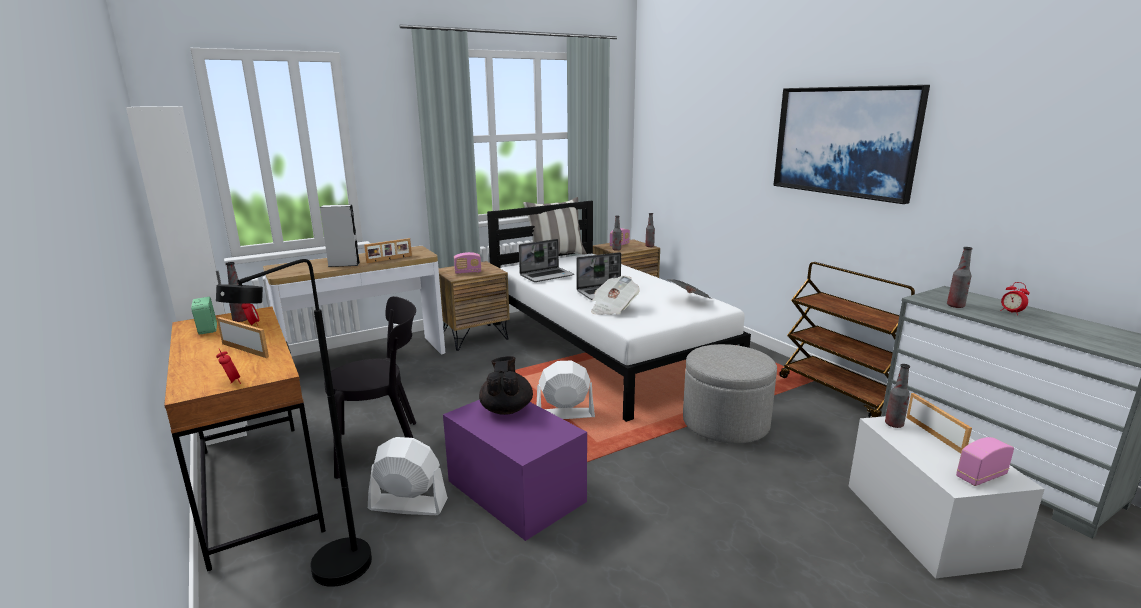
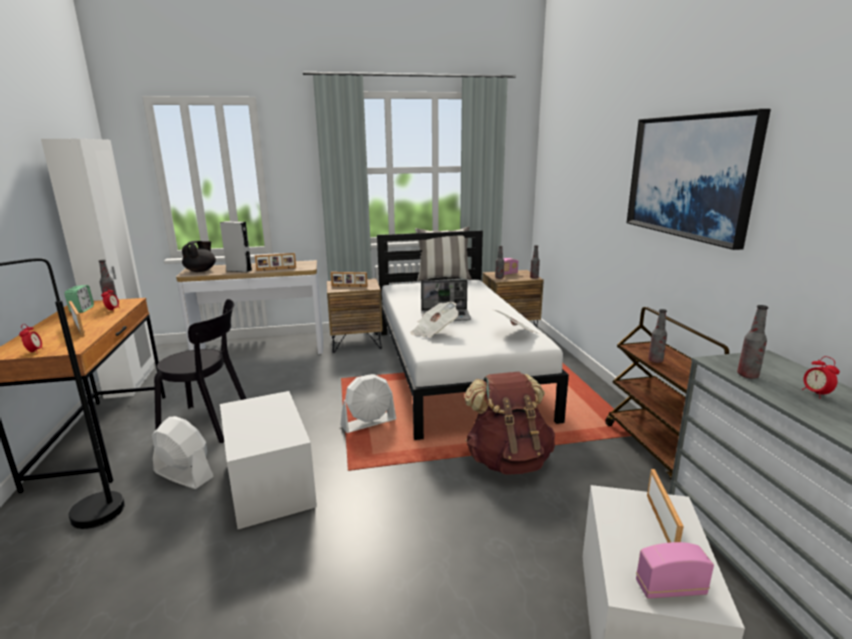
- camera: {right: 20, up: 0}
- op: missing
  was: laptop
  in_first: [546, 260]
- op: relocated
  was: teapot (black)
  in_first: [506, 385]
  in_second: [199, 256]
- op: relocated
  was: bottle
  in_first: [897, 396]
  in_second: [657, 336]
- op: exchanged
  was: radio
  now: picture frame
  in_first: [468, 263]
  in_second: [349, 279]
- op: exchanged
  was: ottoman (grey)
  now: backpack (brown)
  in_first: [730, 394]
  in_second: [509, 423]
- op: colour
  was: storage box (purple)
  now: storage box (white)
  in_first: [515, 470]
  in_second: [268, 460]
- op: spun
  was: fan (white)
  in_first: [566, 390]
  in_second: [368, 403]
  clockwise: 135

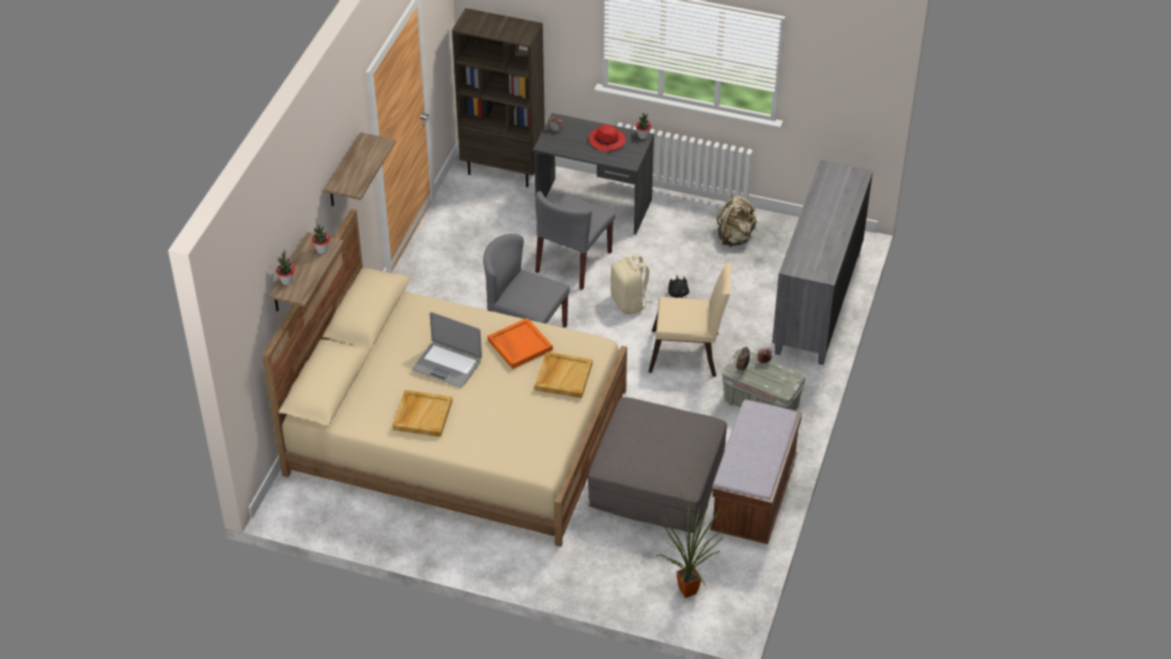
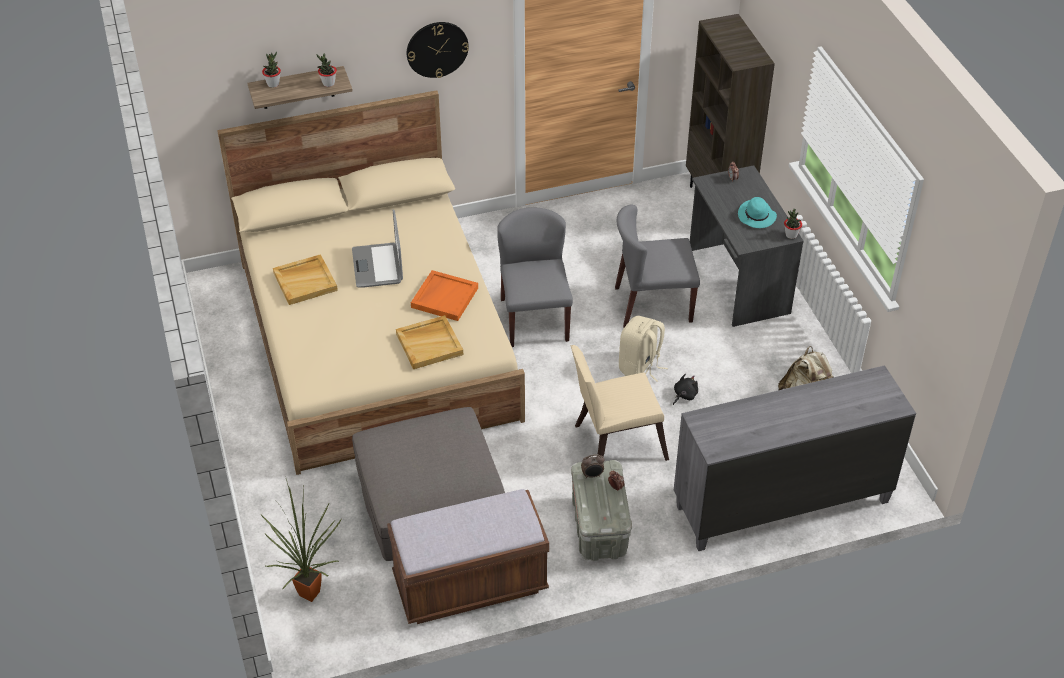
- camera: {right: 55, up: 0}
- op: exchanged
  was: shelf
  now: wall clock
  in_first: [360, 169]
  in_second: [438, 50]
- op: colour
  was: hat (red)
  now: hat (turquoise)
  in_first: [607, 138]
  in_second: [757, 212]
- op: spun
  was: chair (beige)
  in_first: [690, 320]
  in_second: [619, 403]
  clockwise: 105

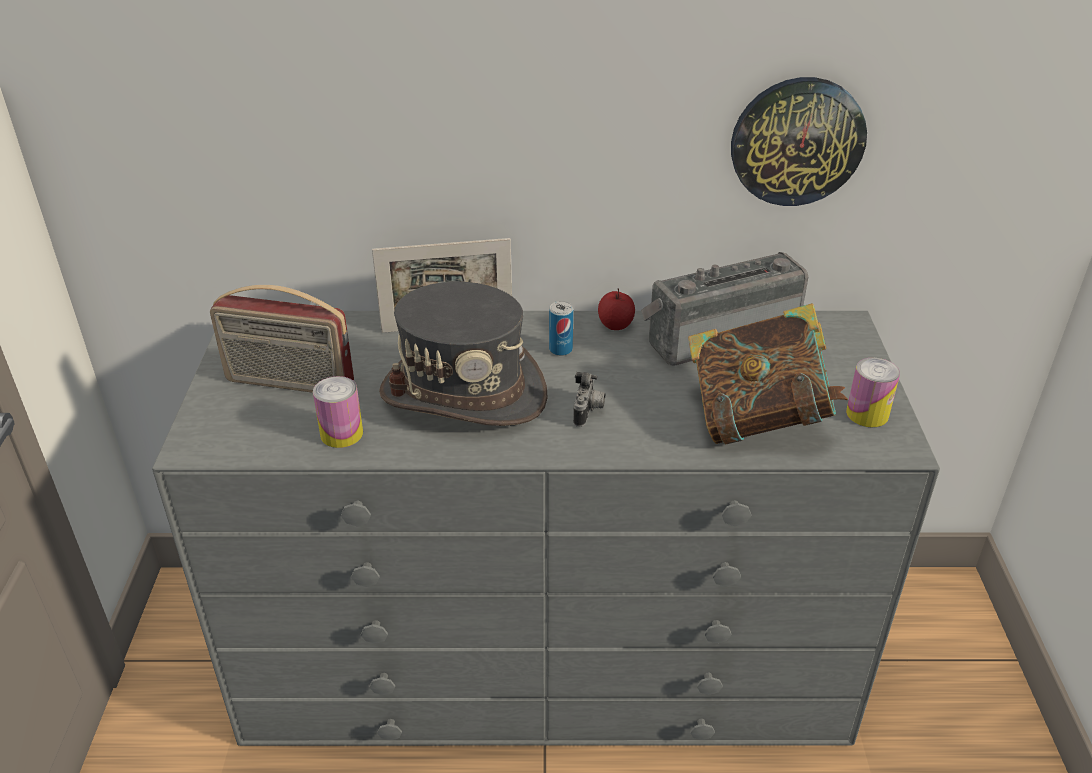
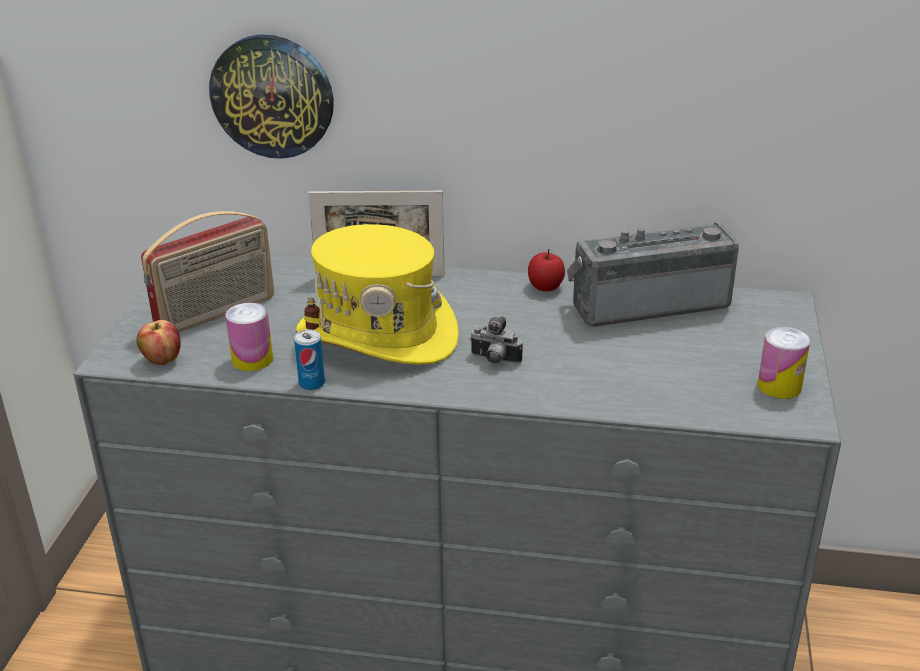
- camera: {right: 10, up: -5}
- op: missing
  was: book
  in_first: [768, 373]
- op: appeared
  now: apple
  in_second: [158, 342]
- op: relocated
  was: can
  in_first: [561, 328]
  in_second: [309, 360]
- op: relocated
  was: wall clock
  in_first: [799, 141]
  in_second: [271, 97]
- op: colour
  was: hat (grey)
  now: hat (yellow)
  in_first: [463, 354]
  in_second: [377, 294]
- op: spun
  was: radio
  in_first: [282, 339]
  in_second: [207, 271]
  clockwise: -60
- op: spun
  was: photo camera
  in_first: [589, 399]
  in_second: [496, 340]
  clockwise: 90

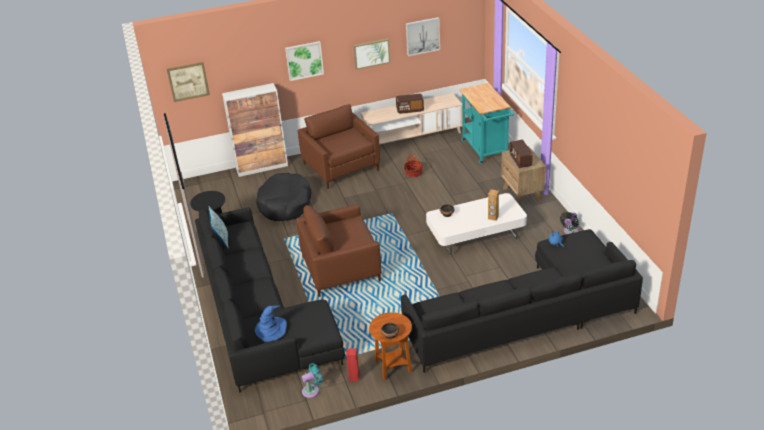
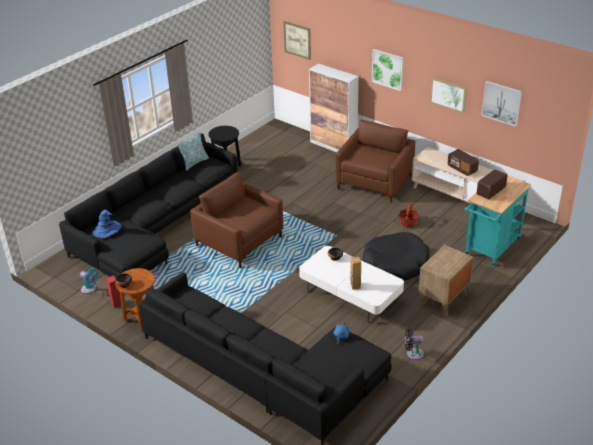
- camera: {right: 55, up: 0}
- op: relocated
  was: dog bed (black)
  in_first: [283, 197]
  in_second: [396, 256]
- op: relocated
  was: radio
  in_first: [521, 153]
  in_second: [492, 184]

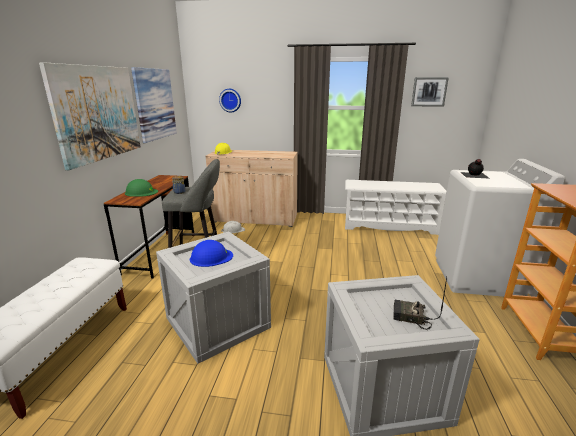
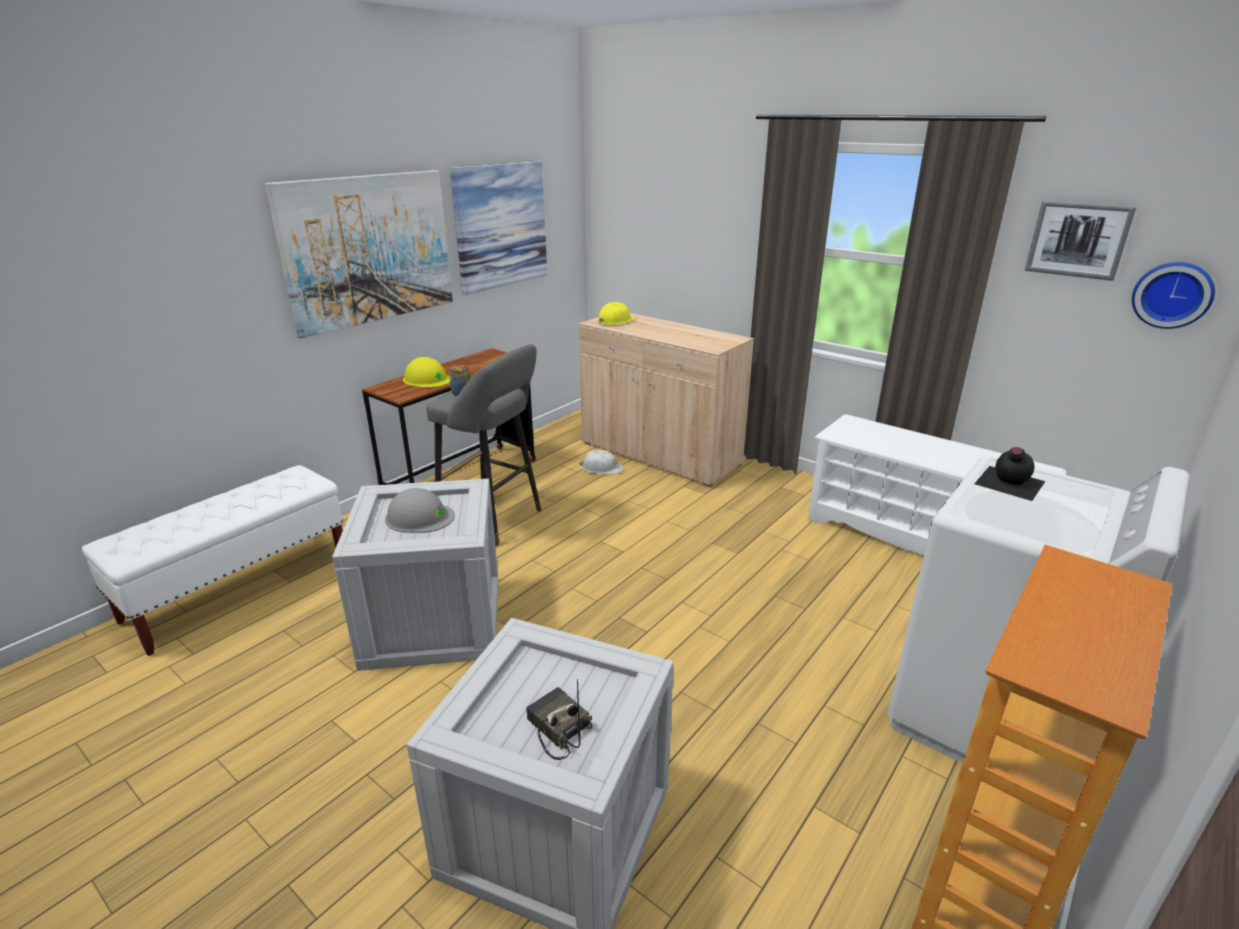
- camera: {right: 30, up: 5}
- op: relocated
  was: wall clock
  in_first: [230, 100]
  in_second: [1173, 295]
- op: colour
  was: hard hat (green)
  now: hard hat (yellow)
  in_first: [141, 188]
  in_second: [426, 372]
- op: colour
  was: hard hat (blue)
  now: hard hat (grey)
  in_first: [211, 253]
  in_second: [420, 510]

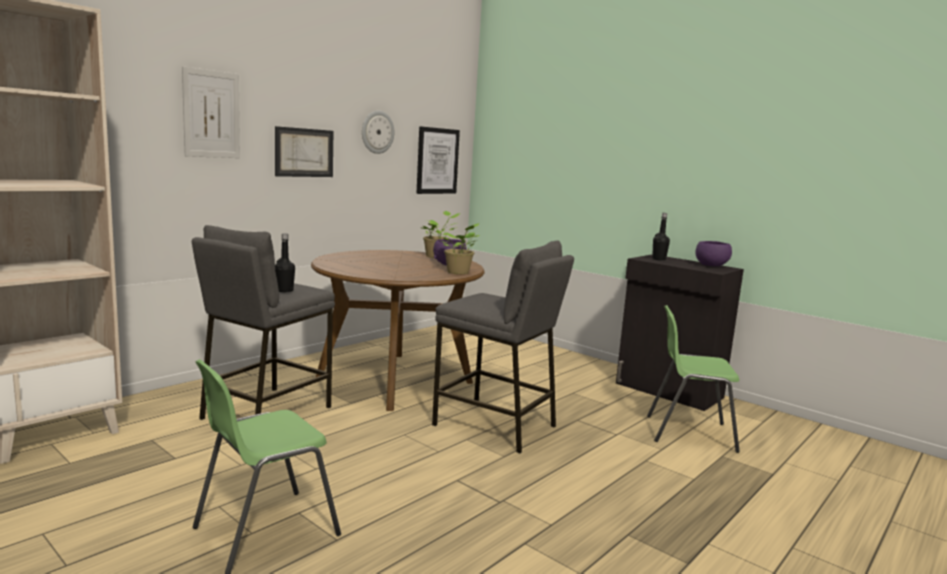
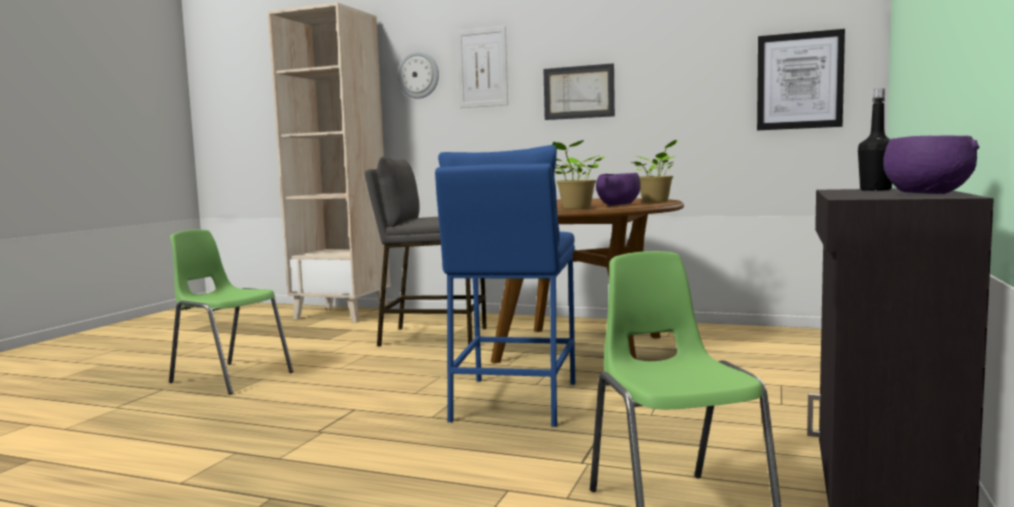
- camera: {right: 70, up: -5}
- op: missing
  was: bottle (black)
  in_first: [285, 263]
- op: relocated
  was: wall clock
  in_first: [378, 132]
  in_second: [418, 75]
- op: colour
  was: stool (grey)
  now: stool (blue)
  in_first: [503, 346]
  in_second: [505, 286]

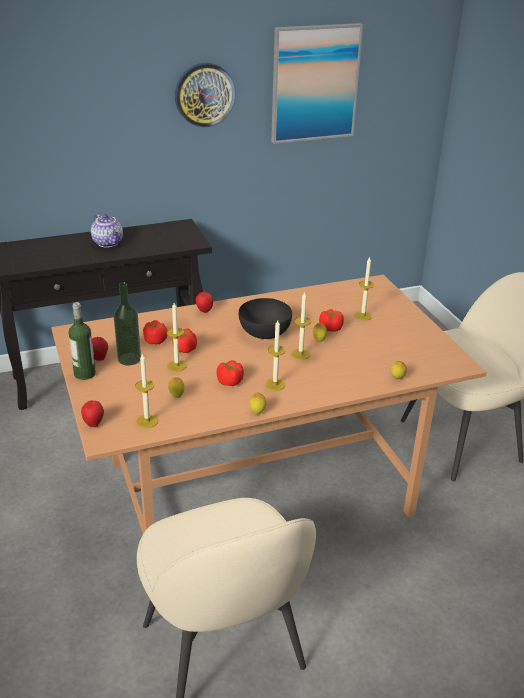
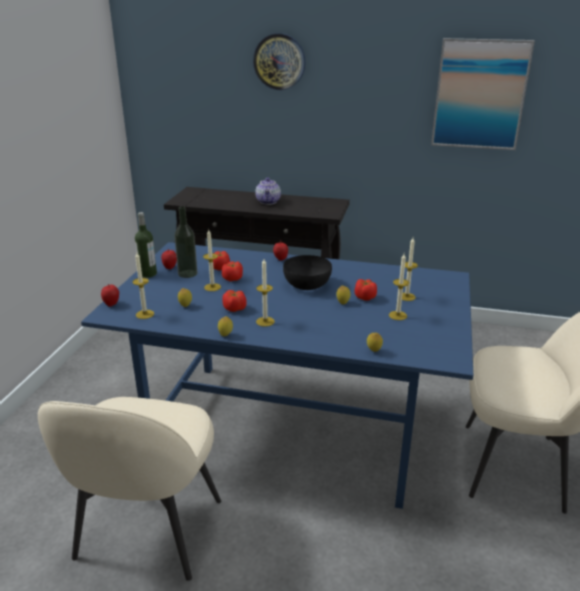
- camera: {right: 35, up: -5}
- op: relocated
  was: wall clock
  in_first: [205, 95]
  in_second: [279, 61]
- op: relocated
  was: candle
  in_first: [301, 325]
  in_second: [399, 287]
- op: colour
  was: dining table (brown)
  now: dining table (blue)
  in_first: [269, 404]
  in_second: [277, 375]

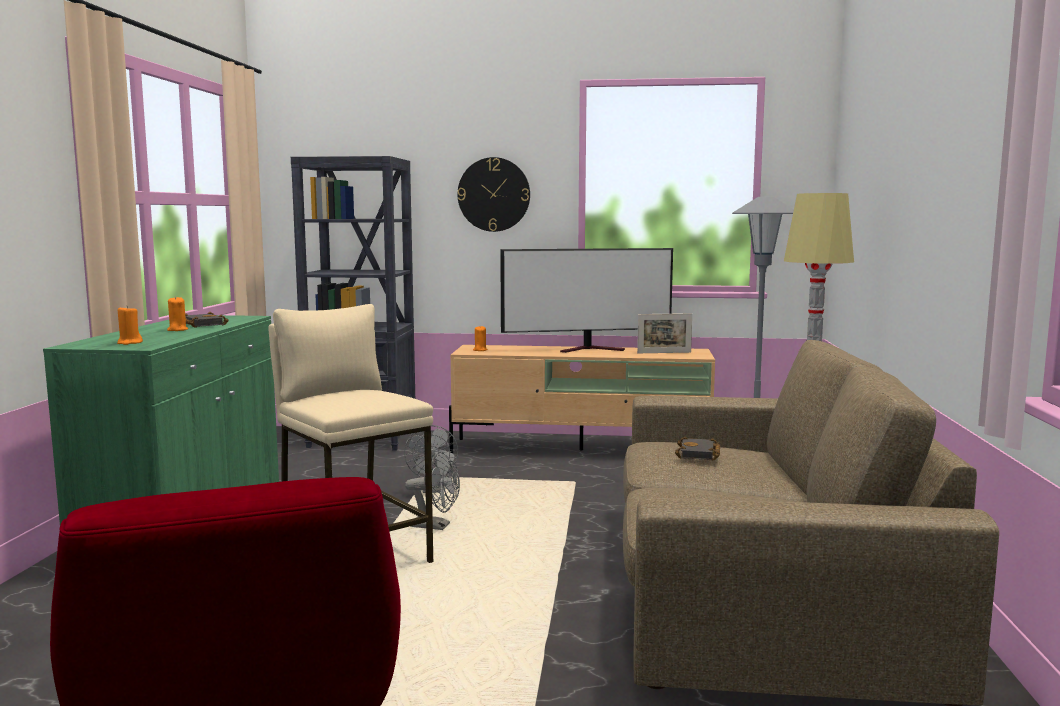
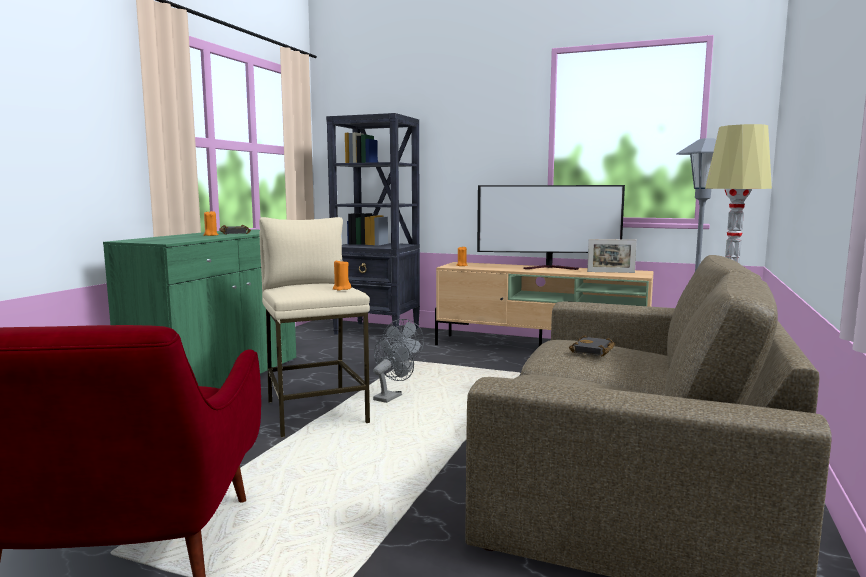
- camera: {right: 15, up: 0}
- op: missing
  was: wall clock
  in_first: [493, 194]
- op: relocated
  was: candle (orange)
  in_first: [130, 325]
  in_second: [342, 276]
- op: spun
  was: fan (grey)
  in_first: [432, 491]
  in_second: [393, 370]
  clockwise: -90

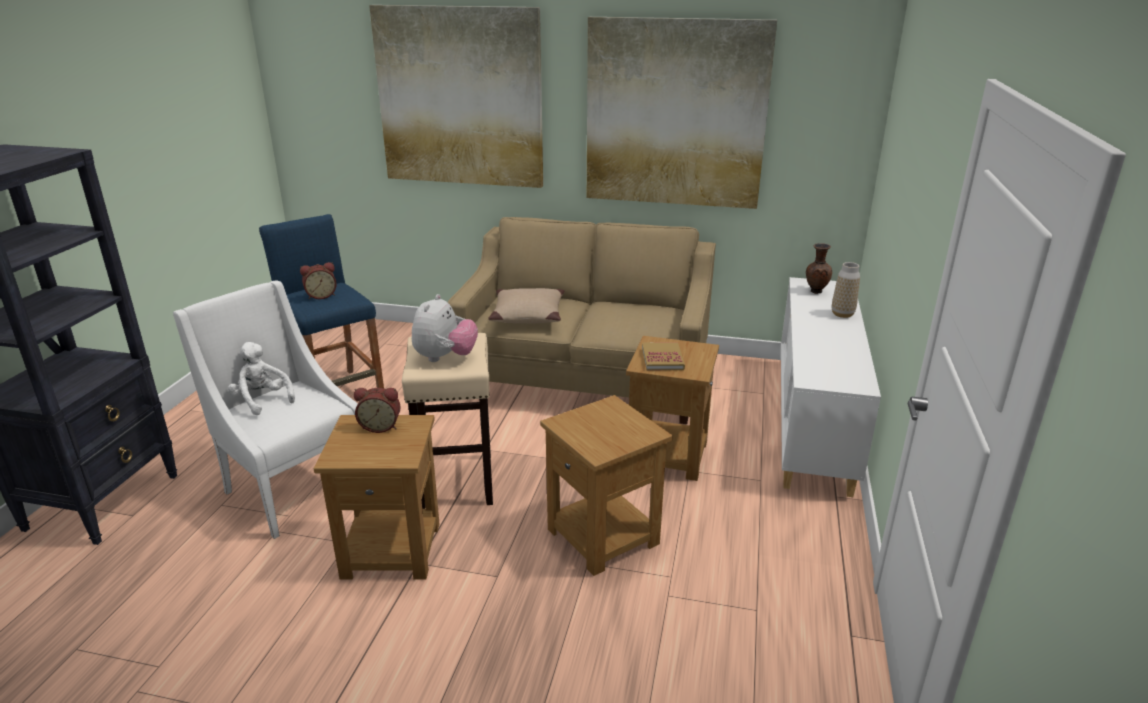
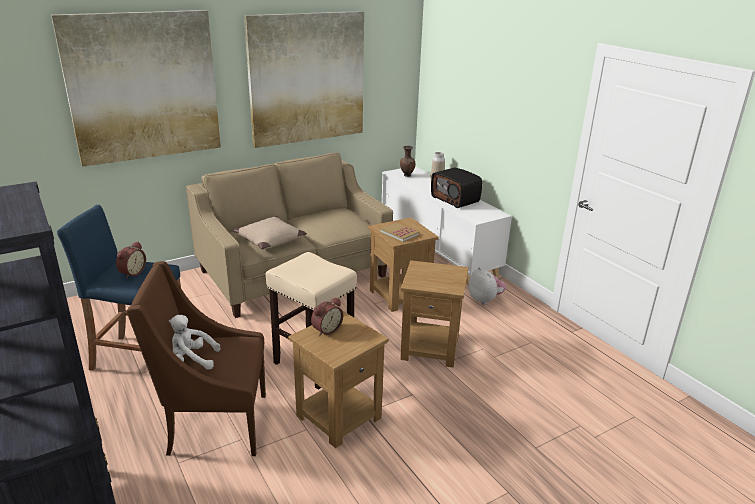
- camera: {right: -45, up: 0}
- op: appeared
  now: radio
  in_second: [456, 188]
- op: relocated
  was: plush toy
  in_first: [445, 328]
  in_second: [487, 286]
- op: colour
  was: armchair (white)
  now: armchair (brown)
  in_first: [265, 409]
  in_second: [196, 358]

